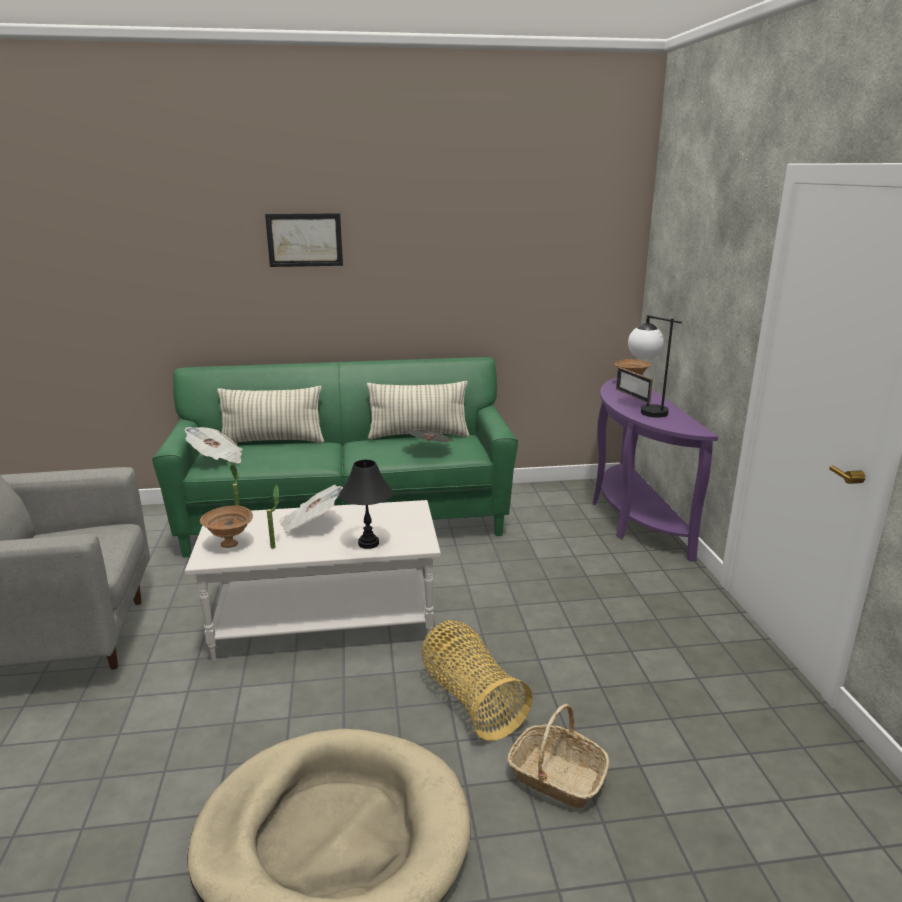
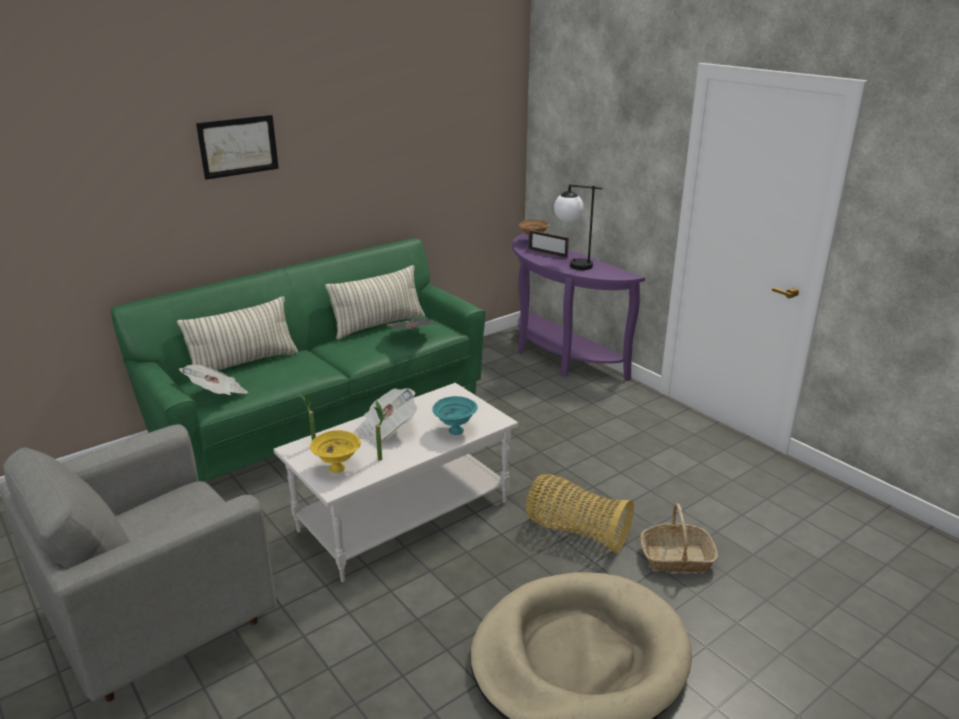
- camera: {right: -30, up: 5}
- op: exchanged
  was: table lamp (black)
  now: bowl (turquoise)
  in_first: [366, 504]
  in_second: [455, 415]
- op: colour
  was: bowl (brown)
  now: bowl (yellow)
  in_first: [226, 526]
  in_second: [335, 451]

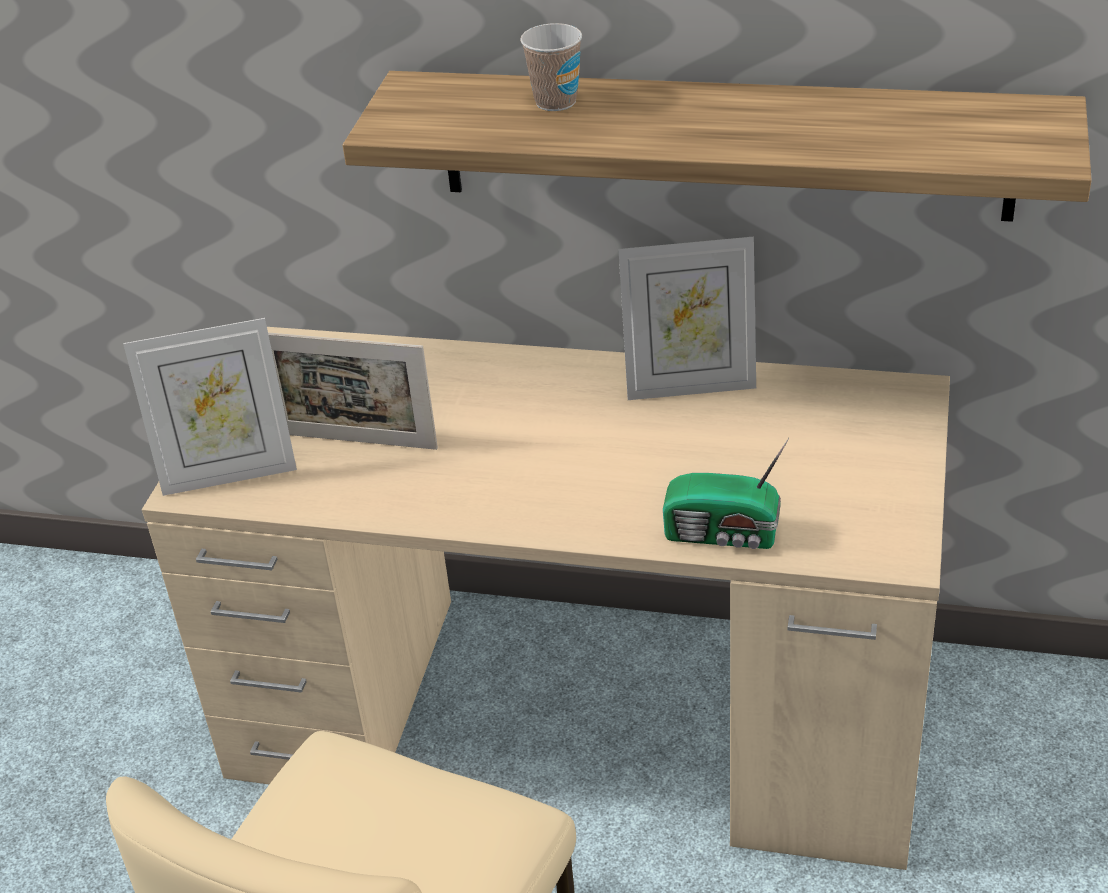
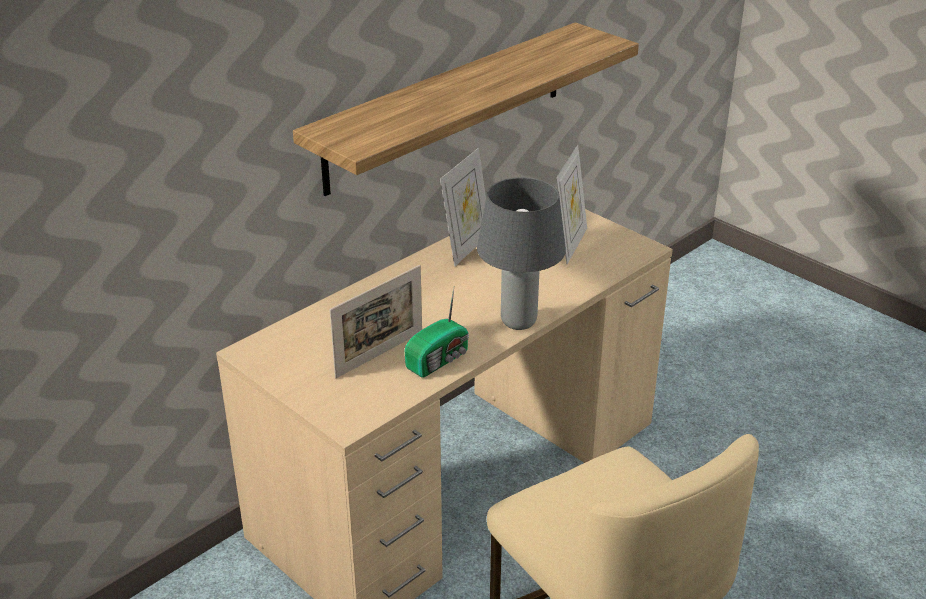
- camera: {right: -60, up: -5}
- op: missing
  was: cup
  in_first: [551, 67]
- op: appeared
  now: table lamp (grey)
  in_second: [521, 253]
- op: relocated
  was: picture frame
  in_first: [210, 407]
  in_second: [571, 204]
- op: relocated
  was: radio
  in_first: [726, 493]
  in_second: [437, 332]

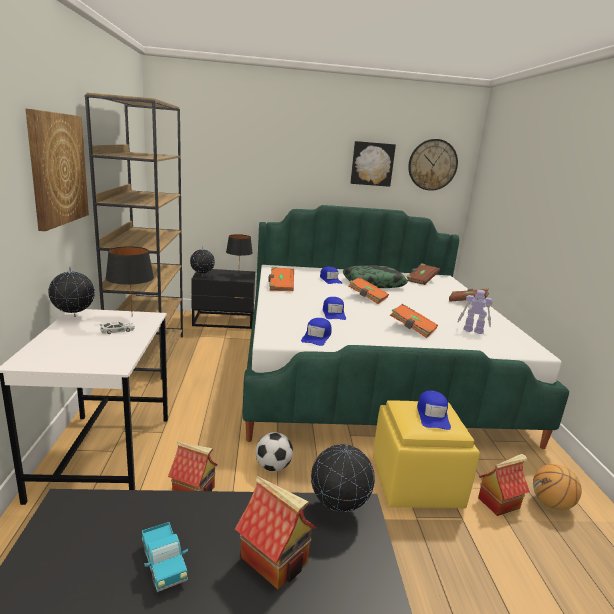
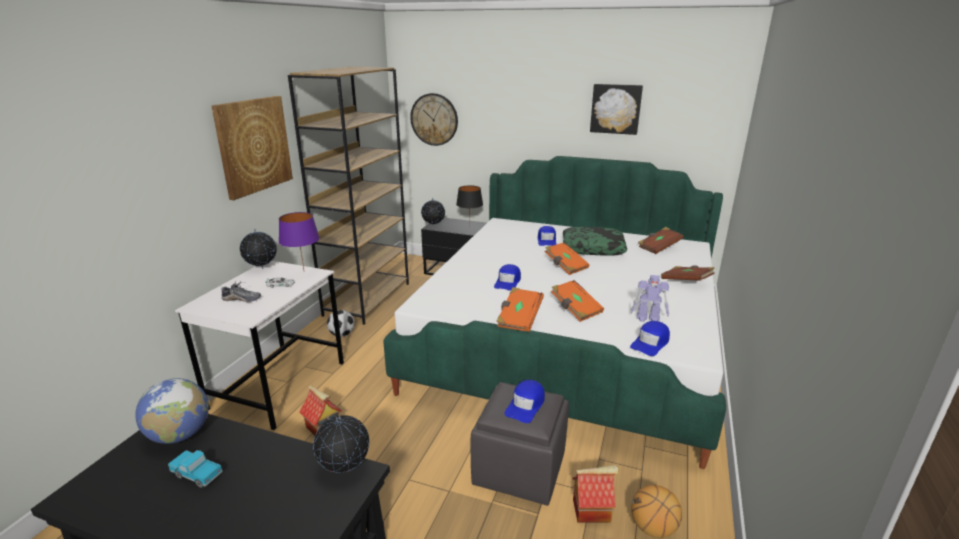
- camera: {right: 25, up: 5}
- op: missing
  was: toy house
  in_first: [275, 532]
- op: appeared
  now: globe
  in_second: [172, 411]
- op: appeared
  now: shoe
  in_second: [241, 291]
- op: relocated
  was: football
  in_first: [274, 452]
  in_second: [341, 323]
- op: relocated
  was: book (orange)
  in_first: [281, 279]
  in_second: [520, 309]
- op: relocated
  was: cap (blue)
  in_first: [316, 332]
  in_second: [650, 338]
- op: relocated
  was: wall clock
  in_first: [433, 165]
  in_second: [434, 119]
- op: colour
  was: table lamp (black)
  now: table lamp (purple)
  in_first: [129, 278]
  in_second: [299, 240]
- op: colour
  was: ottoman (yellow)
  now: ottoman (grey)
  in_first: [426, 454]
  in_second: [520, 444]
- op: spun
  was: toy truck
  in_first: [165, 557]
  in_second: [195, 469]
  clockwise: 120
- op: spun
  was: toy robot
  in_first: [475, 312]
  in_second: [650, 298]
  clockwise: 150

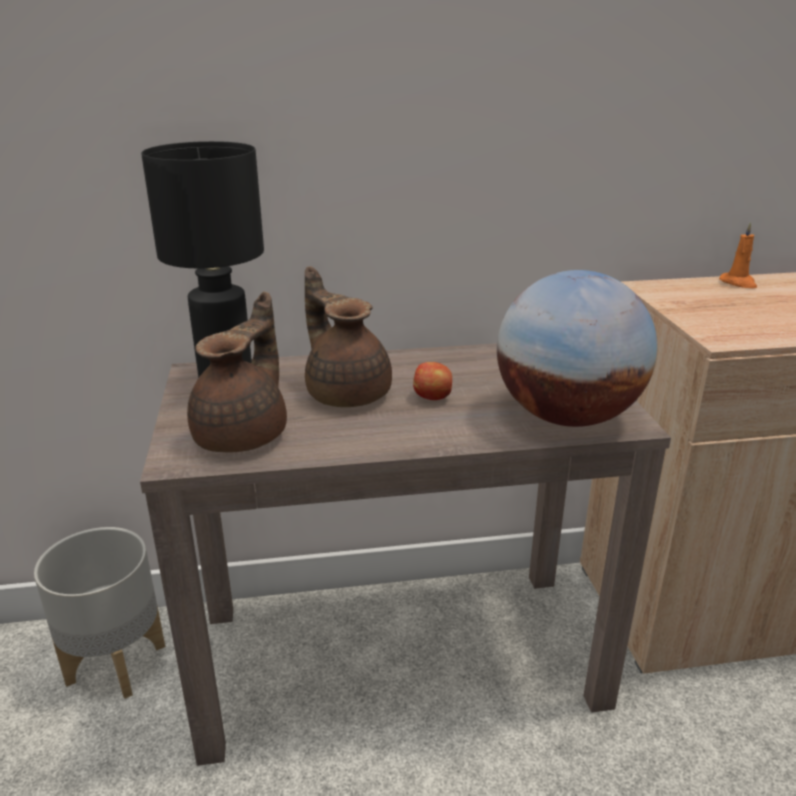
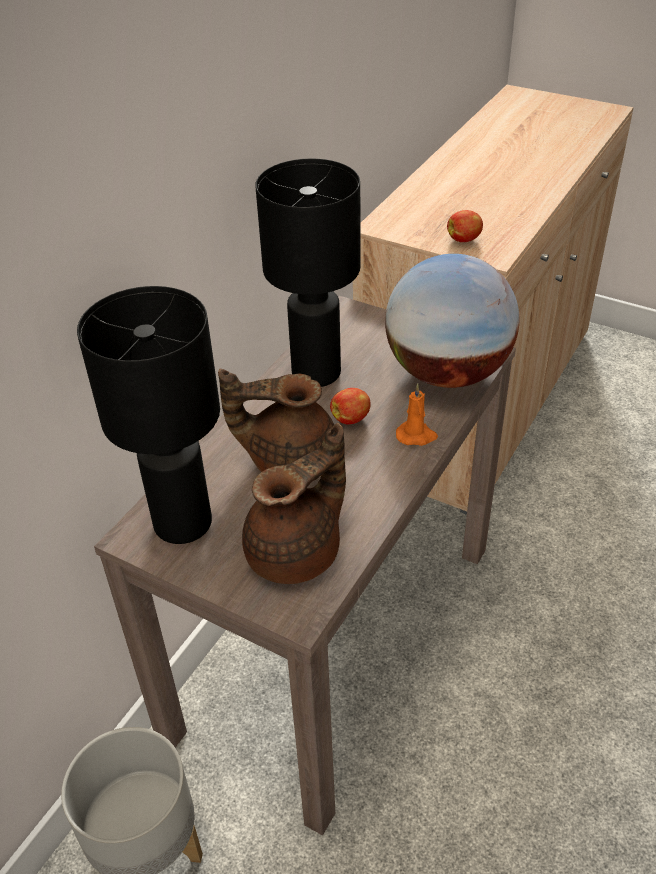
- camera: {right: -50, up: 15}
- op: appeared
  now: table lamp (black)
  in_second: [308, 273]
- op: appeared
  now: apple
  in_second: [465, 226]
- op: relocated
  was: candle (orange)
  in_first: [738, 255]
  in_second: [417, 414]
- op: spun
  was: teapot (brown)
  in_first: [237, 372]
  in_second: [294, 503]
  clockwise: 75

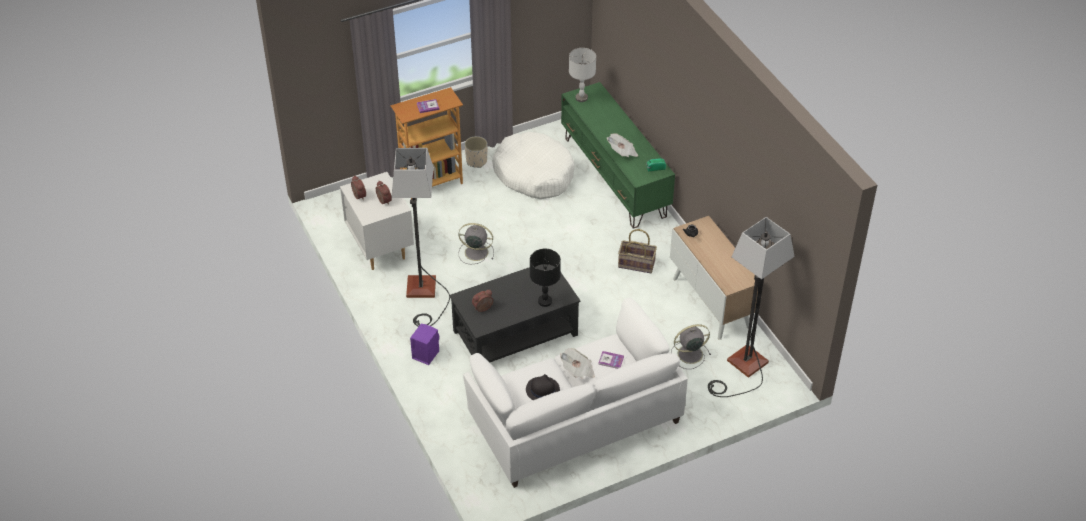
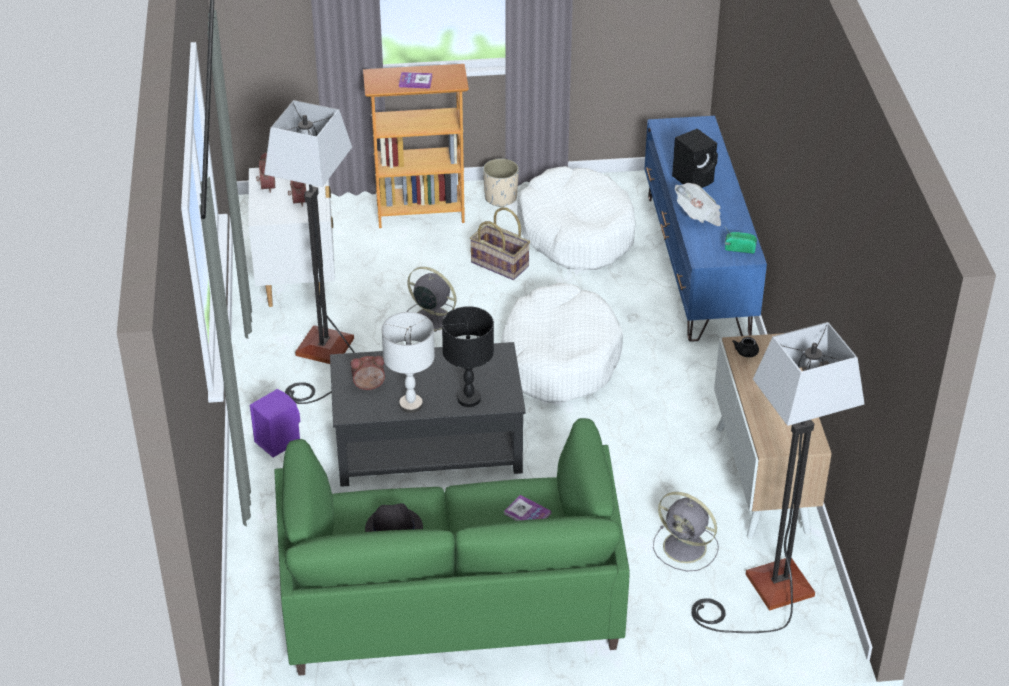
- camera: {right: 20, up: -5}
- op: missing
  was: newspaper
  in_first: [577, 363]
- op: appeared
  now: dog bed (white)
  in_second: [562, 343]
- op: appeared
  now: speaker (black)
  in_second: [695, 158]
- op: relocated
  was: table lamp (grey)
  in_first: [582, 75]
  in_second: [408, 362]
- op: relocated
  was: basket
  in_first: [637, 251]
  in_second: [500, 243]
- op: colour
  was: sofa (white)
  now: sofa (green)
  in_first: [575, 393]
  in_second: [452, 547]
- op: colour
  was: tv stand (green)
  now: tv stand (blue)
  in_first: [618, 155]
  in_second: [705, 229]
- op: spun
  was: fan (grey)
  in_first: [691, 346]
  in_second: [686, 532]
  clockwise: -150

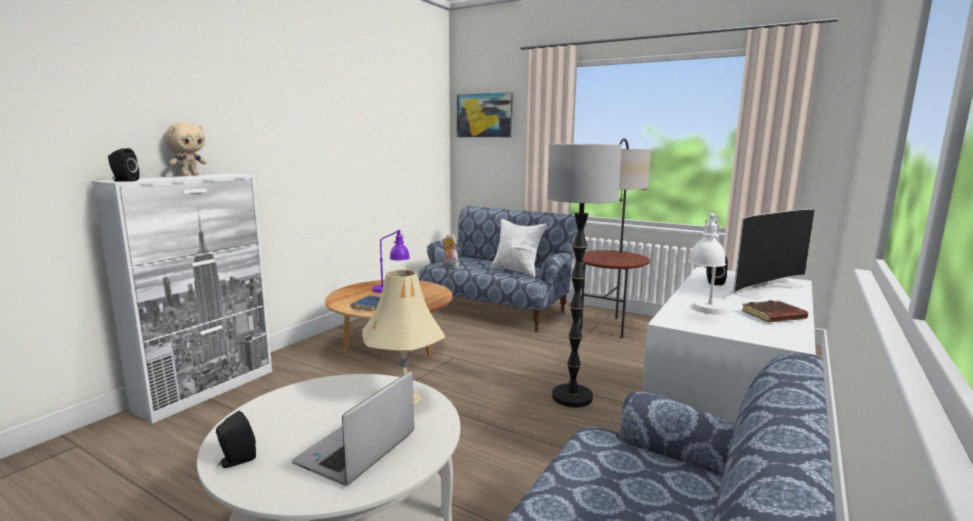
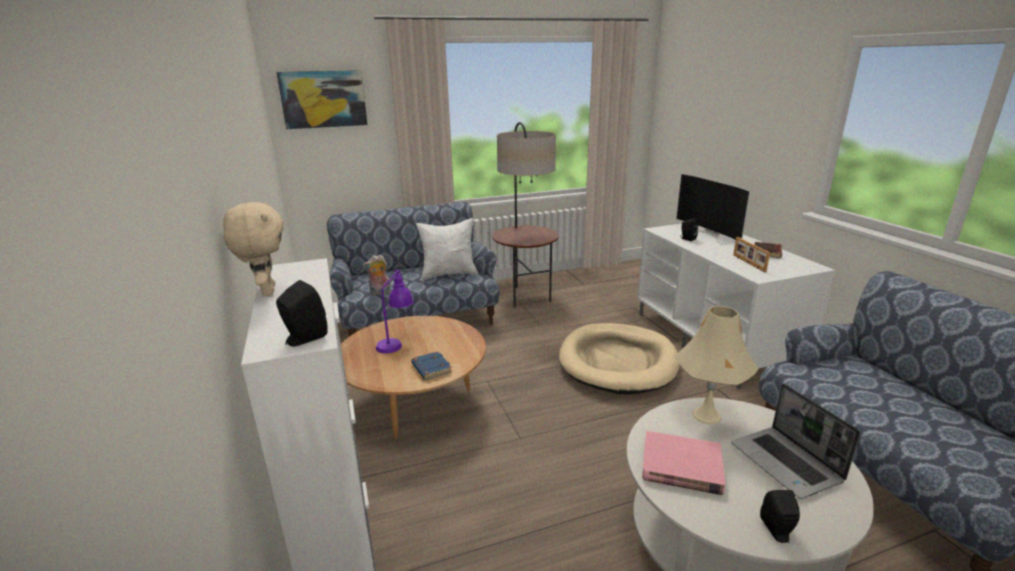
- camera: {right: -50, up: 10}
- op: appeared
  now: book (pink)
  in_second: [683, 463]
- op: exchanged
  was: floor lamp
  now: dog bed (beige)
  in_first: [584, 276]
  in_second: [619, 359]
- op: exchanged
  was: table lamp (white)
  now: picture frame
  in_first: [708, 264]
  in_second: [751, 254]
- op: spun
  was: television
  in_first: [772, 254]
  in_second: [713, 209]
  clockwise: 150

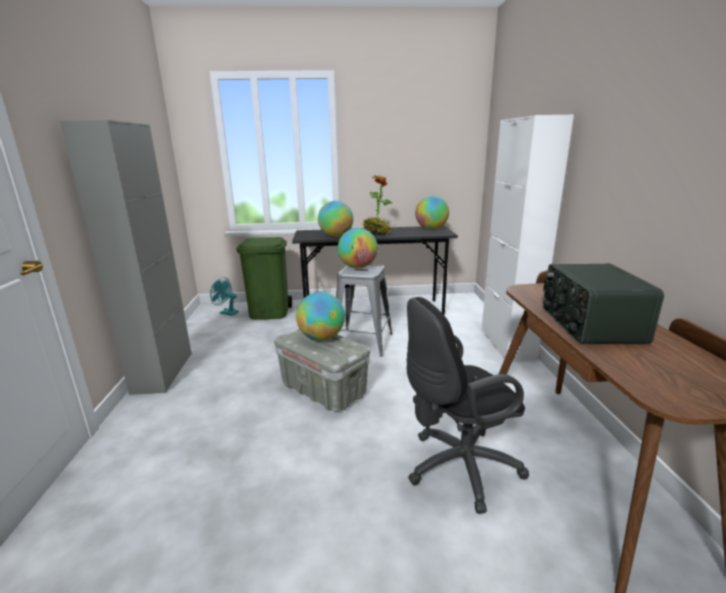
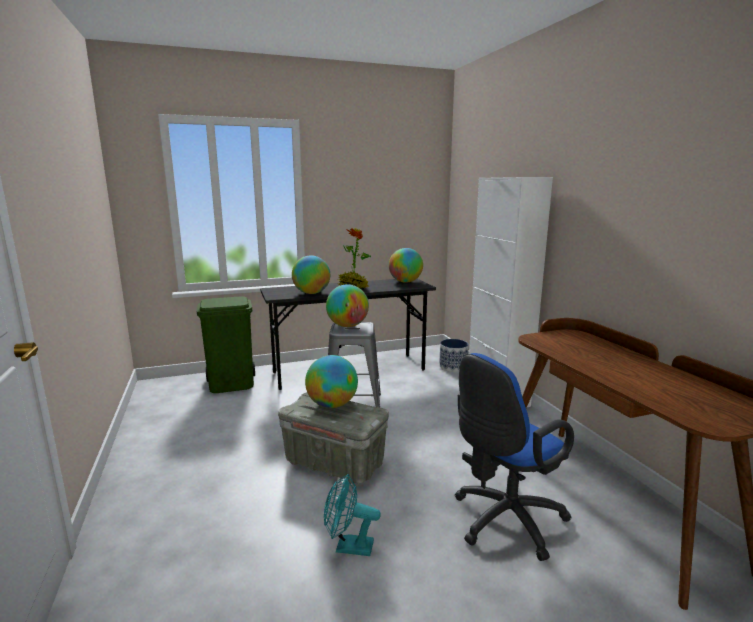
- camera: {right: -15, up: -5}
- op: missing
  was: cabinet (grey)
  in_first: [126, 257]
- op: missing
  was: radio
  in_first: [603, 303]
- op: appeared
  now: planter
  in_second: [454, 355]
- op: relocated
  was: fan (turquoise)
  in_first: [224, 296]
  in_second: [352, 515]
- op: colour
  was: office chair (black)
  now: office chair (blue)
  in_first: [468, 405]
  in_second: [514, 457]

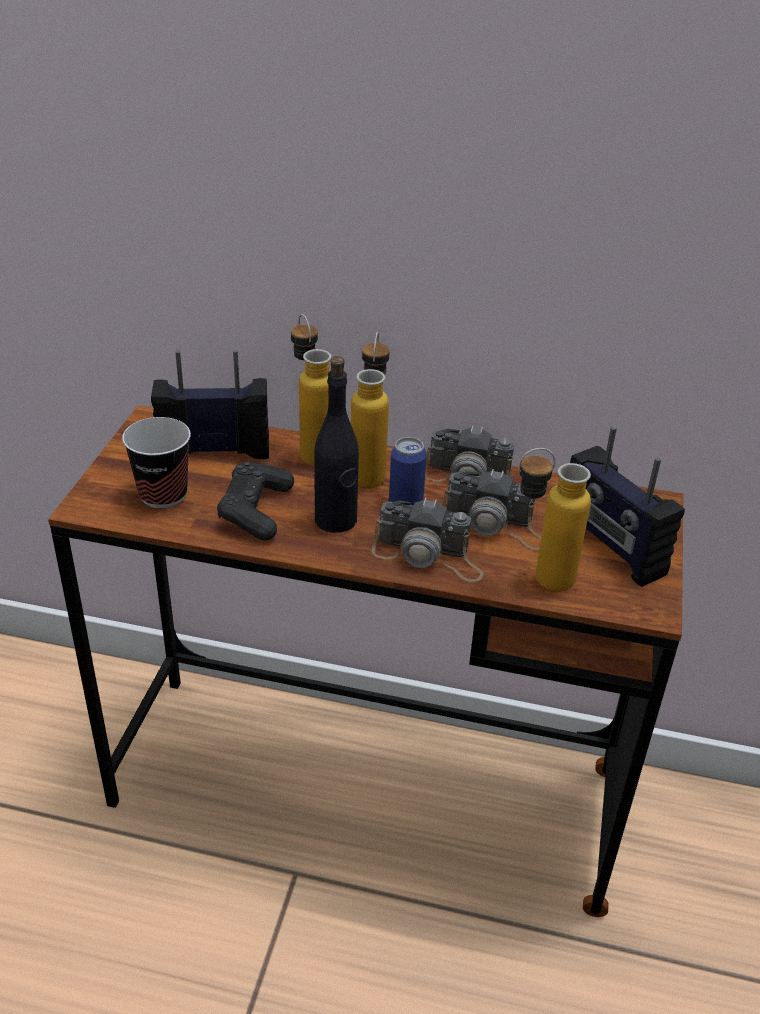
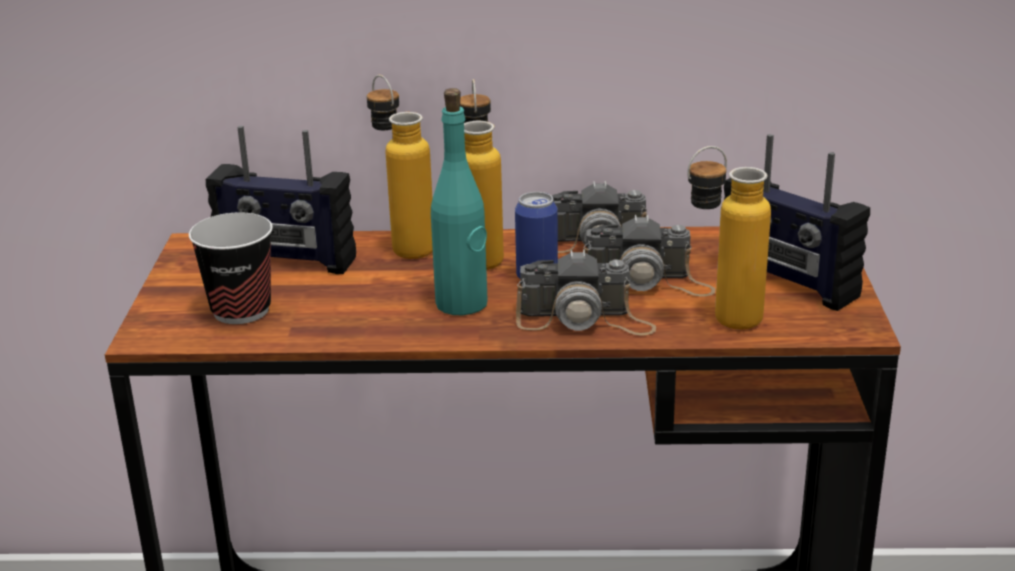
- camera: {right: -10, up: -10}
- op: missing
  was: game controller (black)
  in_first: [255, 501]
- op: colour
  was: bottle (black)
  now: bottle (turquoise)
  in_first: [336, 444]
  in_second: [459, 201]
- op: spun
  was: radio
  in_first: [210, 404]
  in_second: [281, 200]
  clockwise: -150

